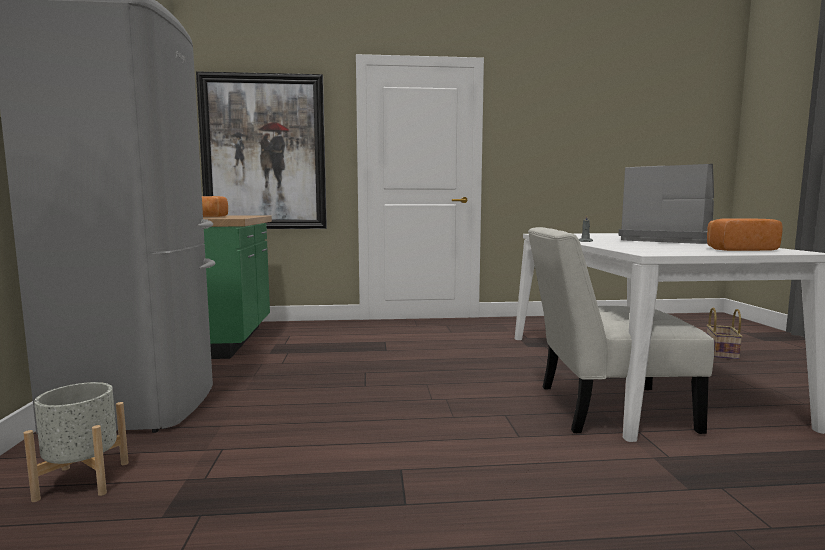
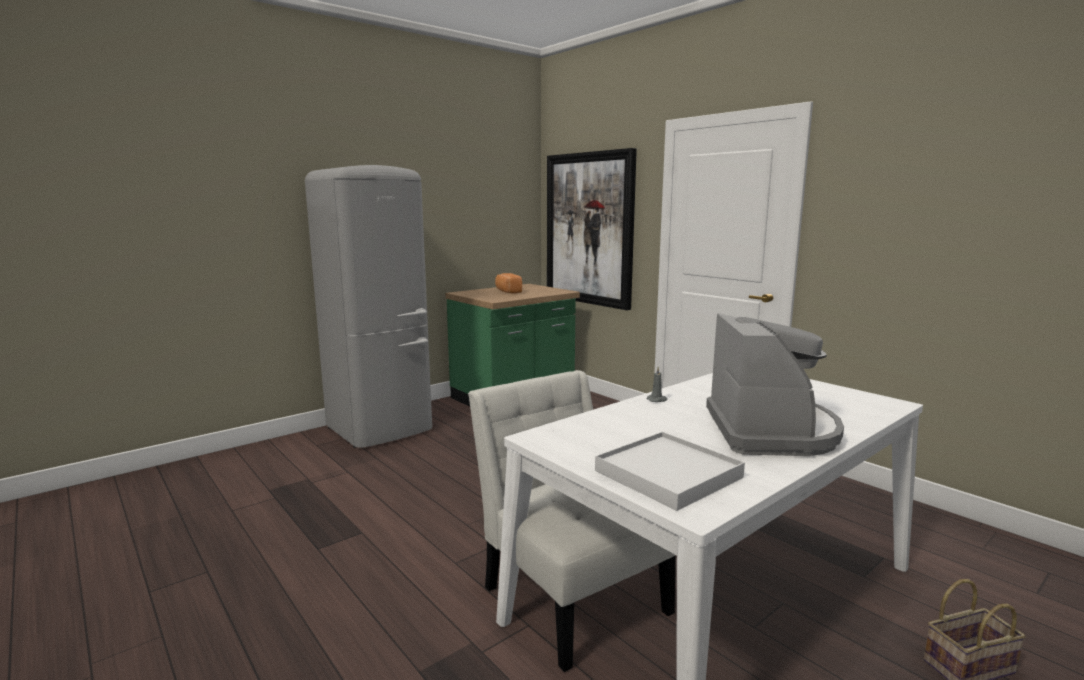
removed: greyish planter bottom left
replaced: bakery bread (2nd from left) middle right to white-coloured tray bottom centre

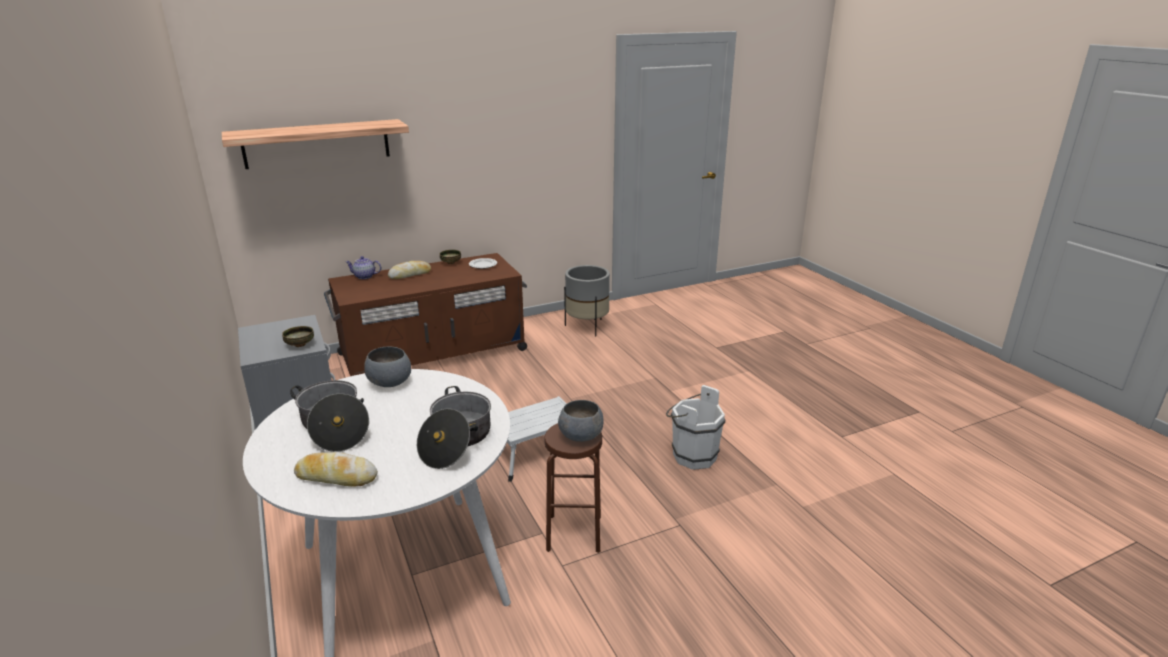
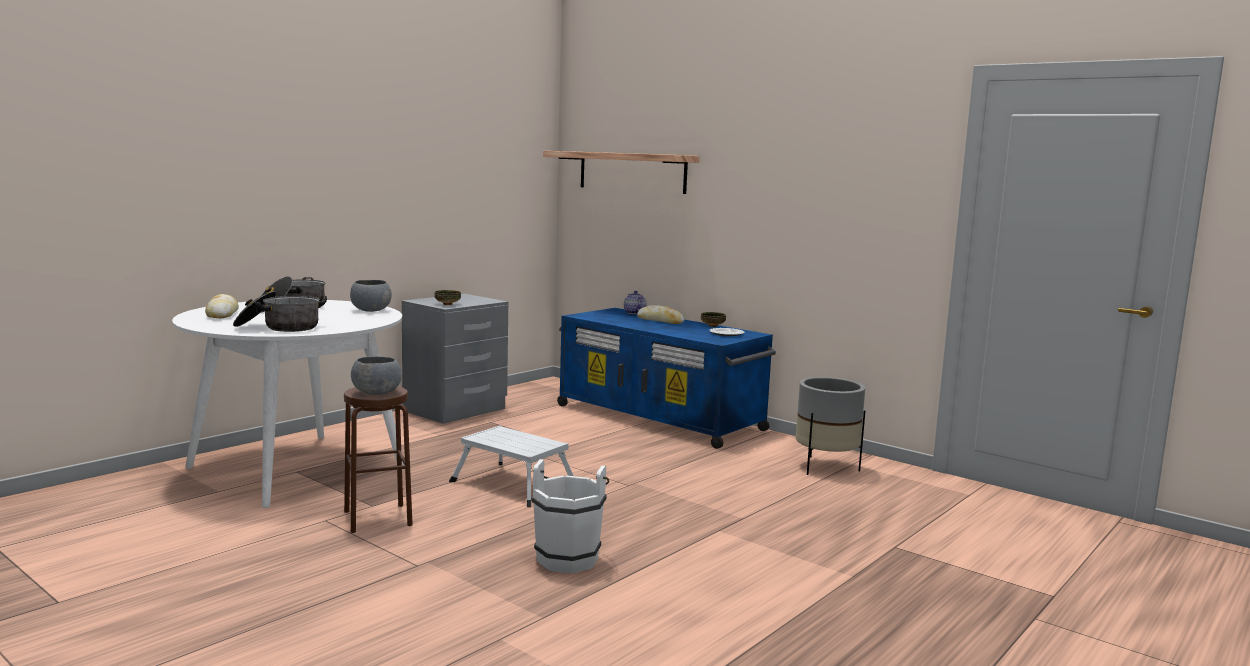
recoloured: brownish storage cabinet centre to blue-coloured storage cabinet centre

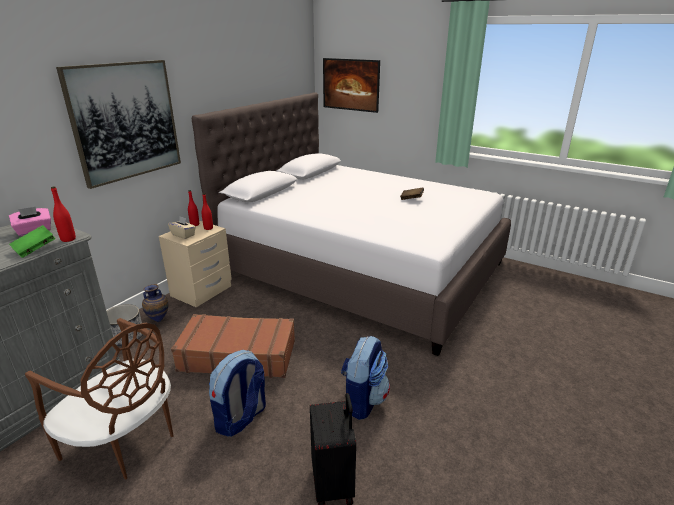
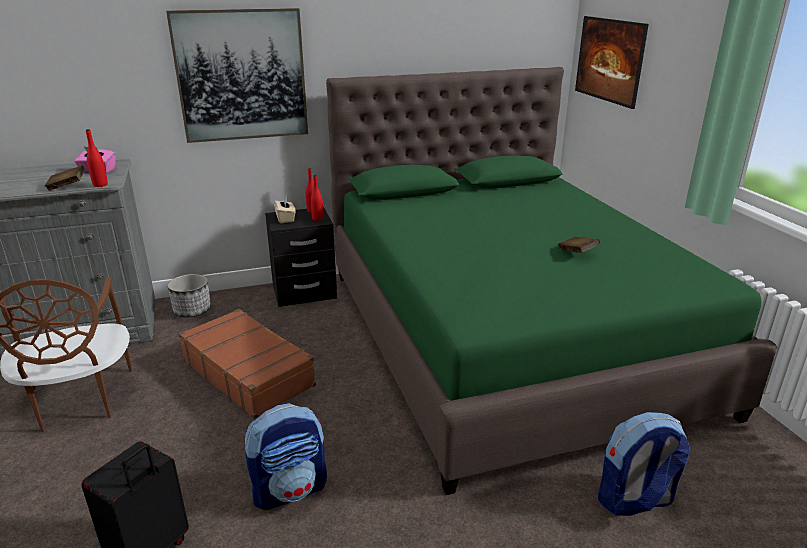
removed: flower vase middle left
moved: rucksack (1st from left in the first image) bottom centre to rucksack (2nd from left) bottom right
recoloured: green-coloured volume middle left to brownish volume (1st from left) top left; beige nightstand middle left to black-coloured nightstand centre; white-coloured bed centre to green-coloured bed middle right

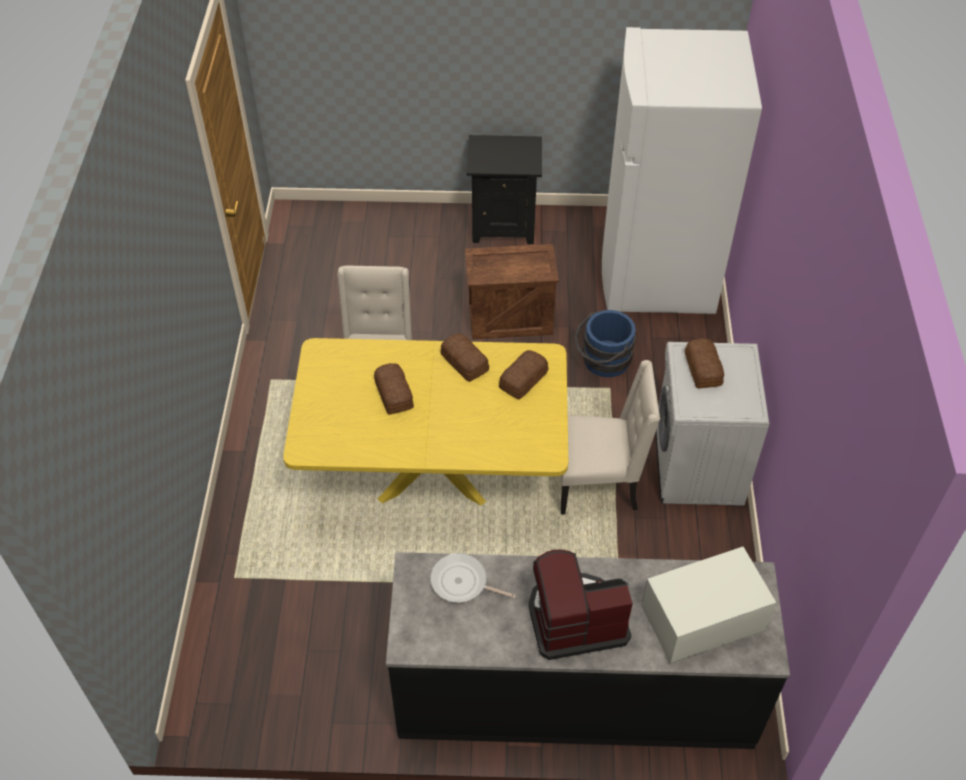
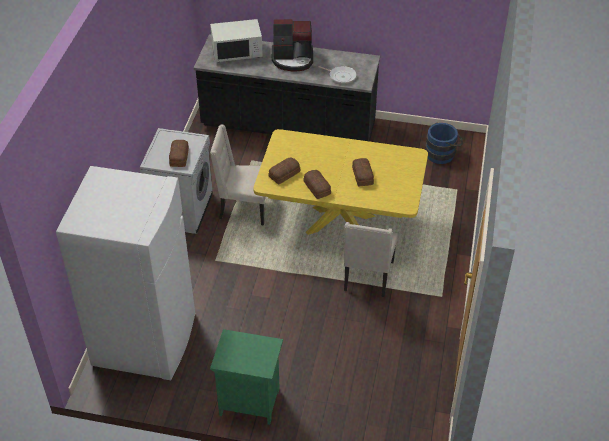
removed: packing crate centre
moved: blue-coloured water bucket centre to top right
recoloured: black-coloured nightstand top centre to green-coloured nightstand bottom centre

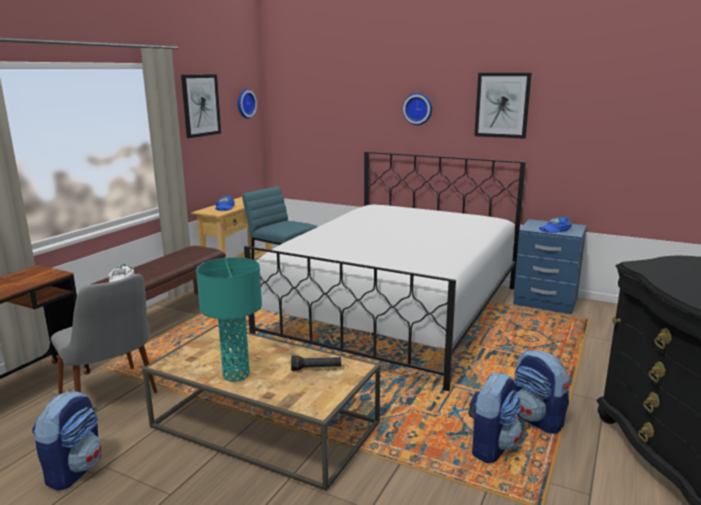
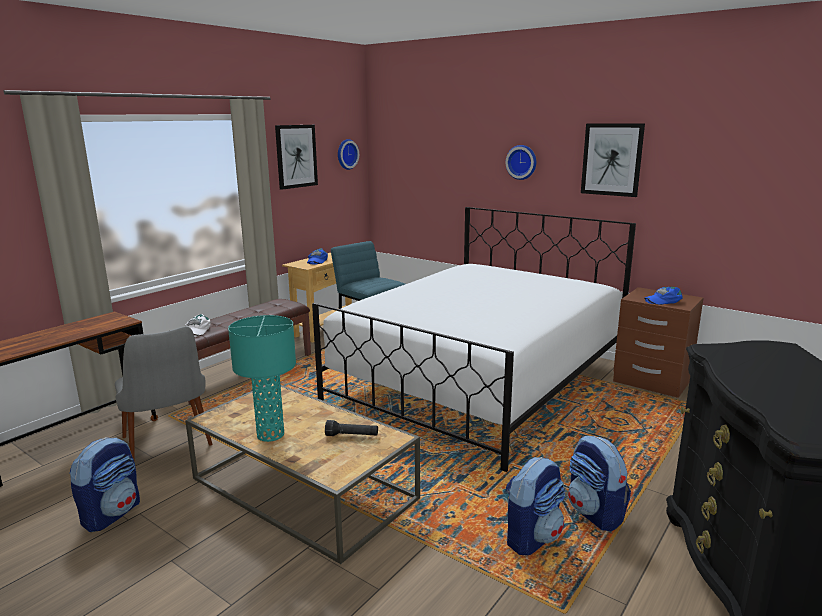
recoloured: blue-coloured nightstand middle right to brownish nightstand middle right

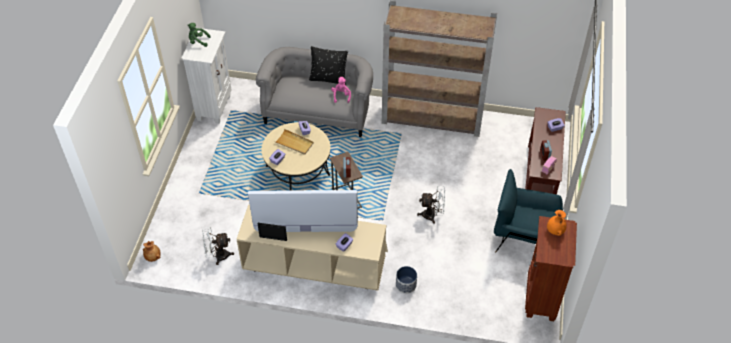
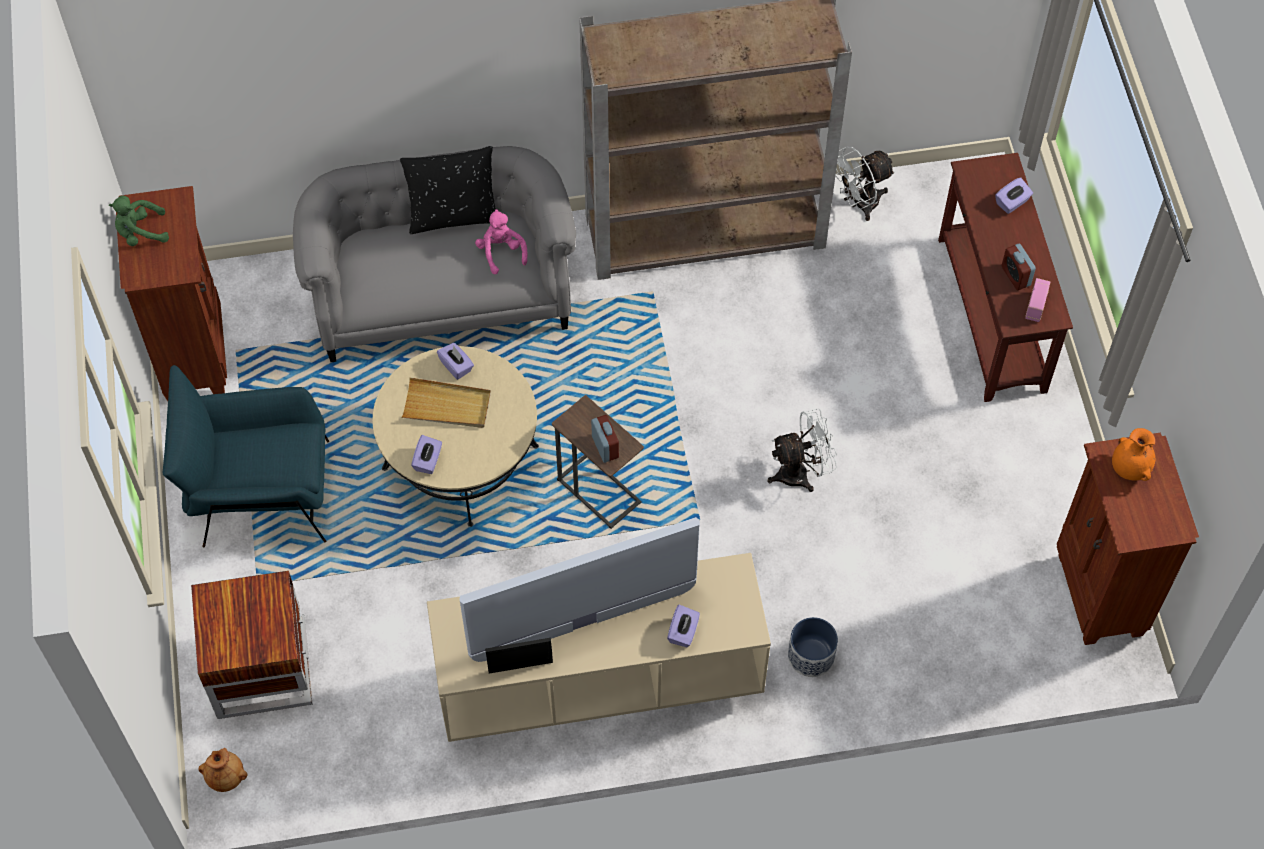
added: nightstand bottom left
moved: blue-coloured easy chair middle right to middle left; white-coloured cooling fan (1st from left in the first image) bottom left to white-coloured cooling fan (2nd from left) top right
recoloured: white-coloured storage cabinet top left to brownish storage cabinet (1st from left) middle left

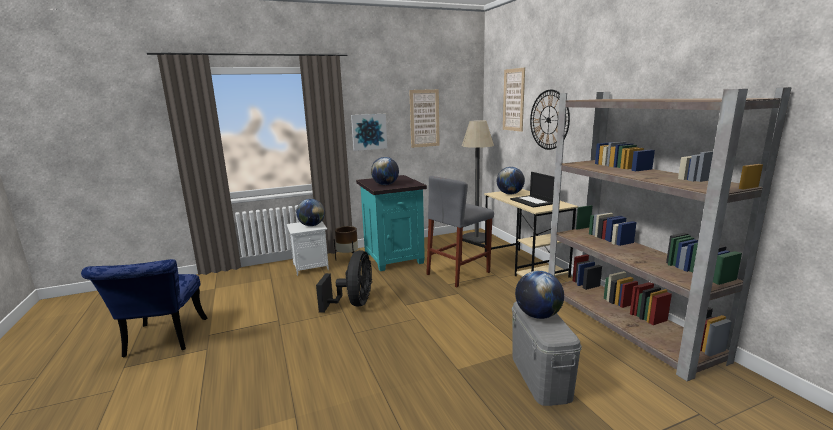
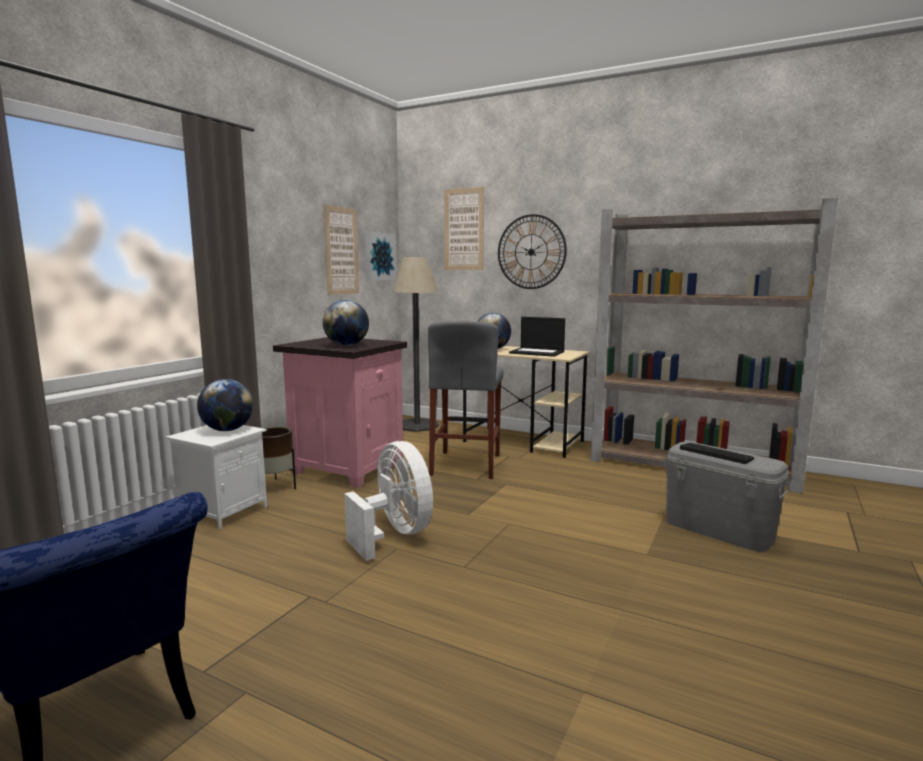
moved: wall art (1st from left in the first image) top centre to wall art (2nd from left) centre
replaced: desk globe (4th from left) bottom centre to computer keyboard middle right
recoloured: blue-green storage cabinet centre to pink-coloured storage cabinet centre; black-coloured cooling fan centre to white-coloured cooling fan centre

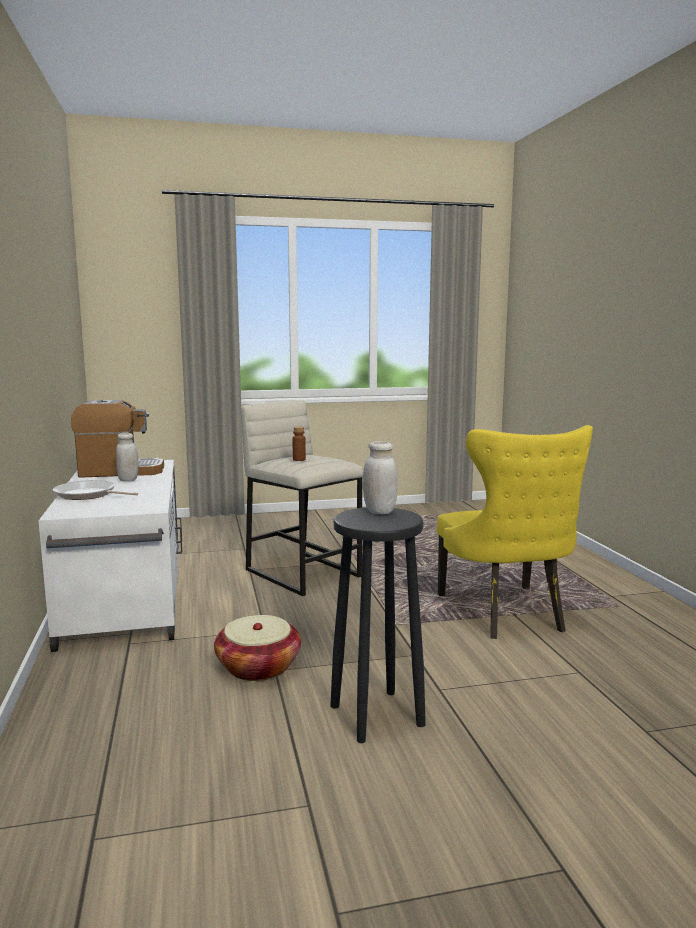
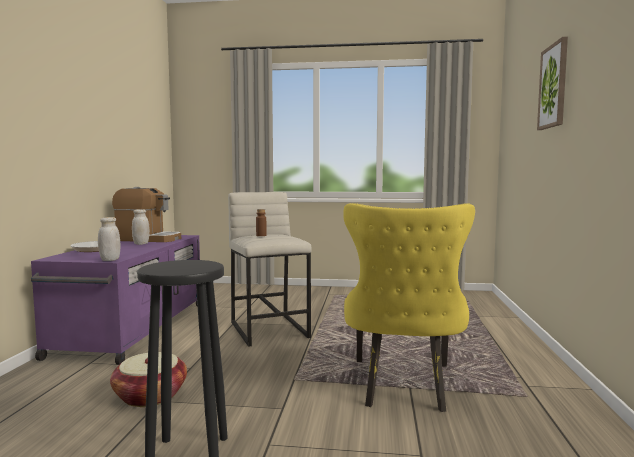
added: wall art top right
moved: white-coloured storage jar (2nd from left in the first image) centre to white-coloured storage jar (1st from left) middle left
recoloured: white-coloured storage cabinet middle left to purplish storage cabinet middle left

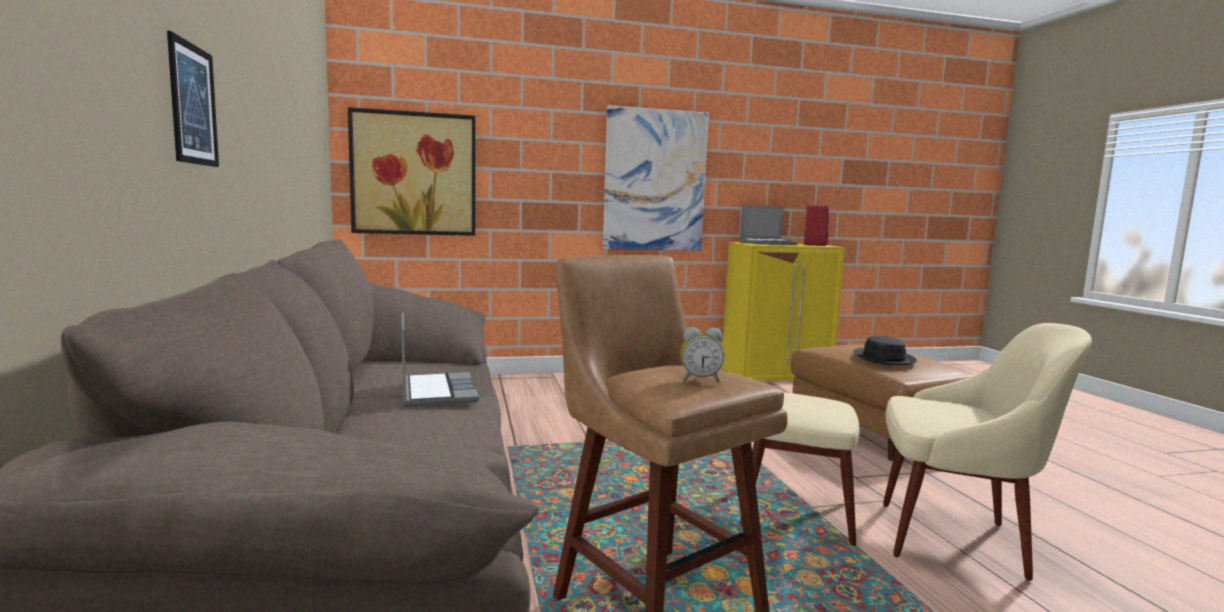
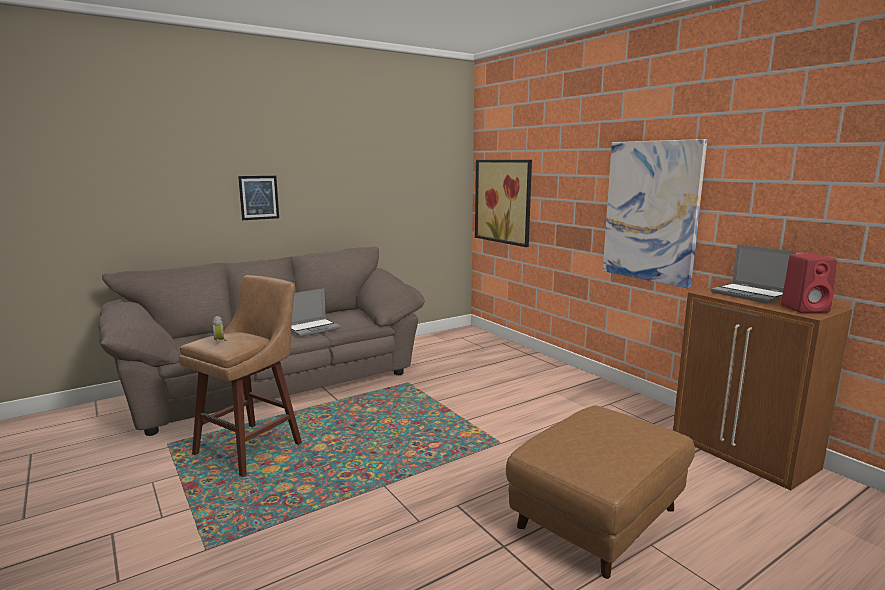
removed: beige easy chair bottom right; black-coloured hat middle right
recoloured: yellow-coloured storage cabinet centre to brownish storage cabinet middle right

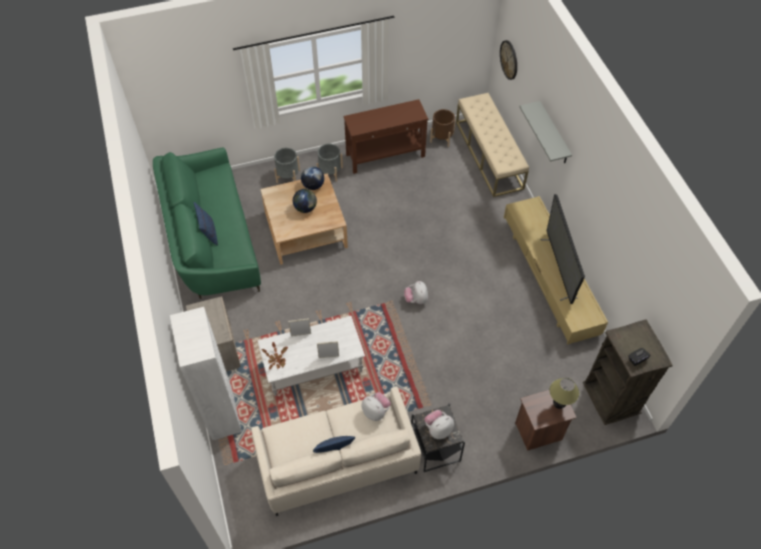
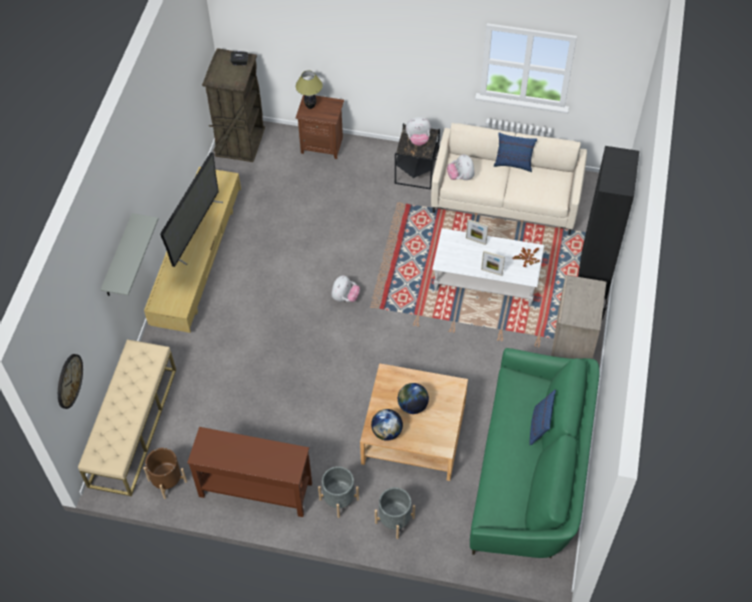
recoloured: white-coloured storage cabinet bottom left to black-coloured storage cabinet middle right

